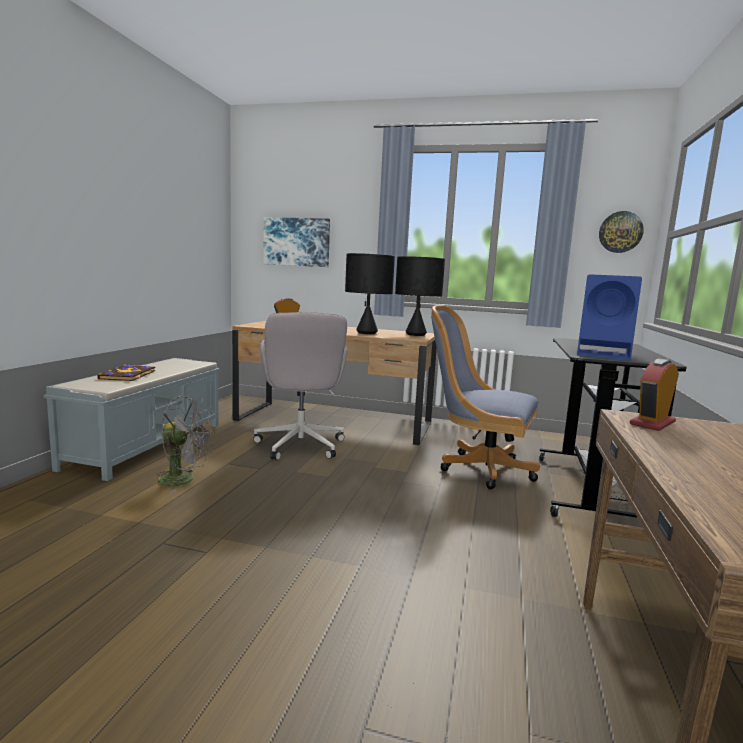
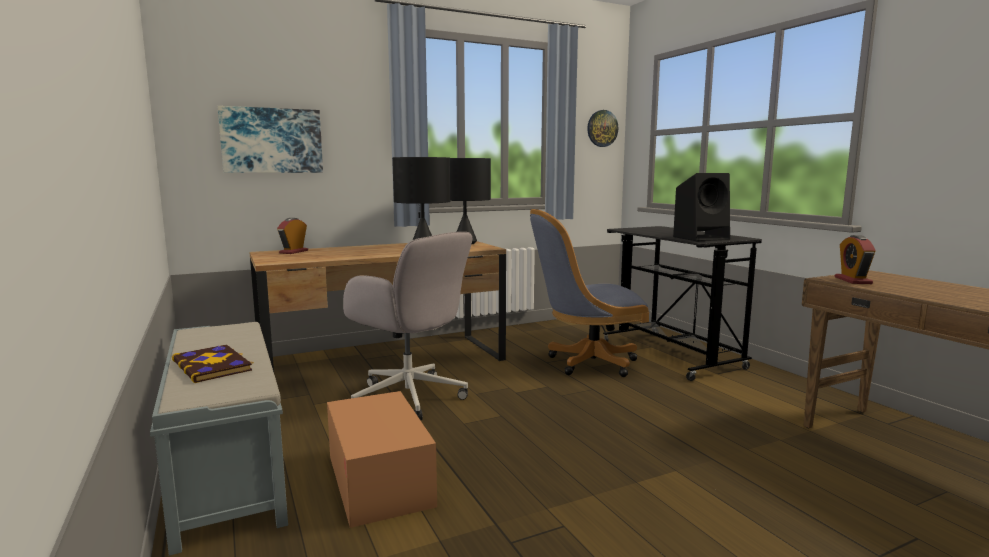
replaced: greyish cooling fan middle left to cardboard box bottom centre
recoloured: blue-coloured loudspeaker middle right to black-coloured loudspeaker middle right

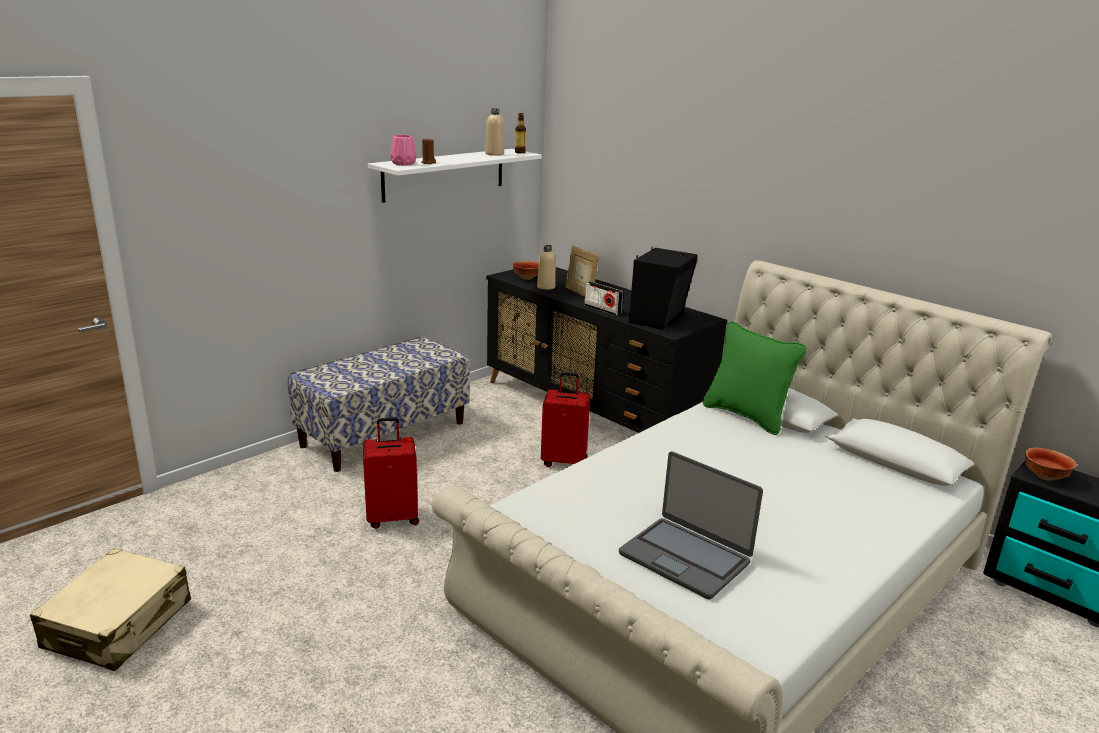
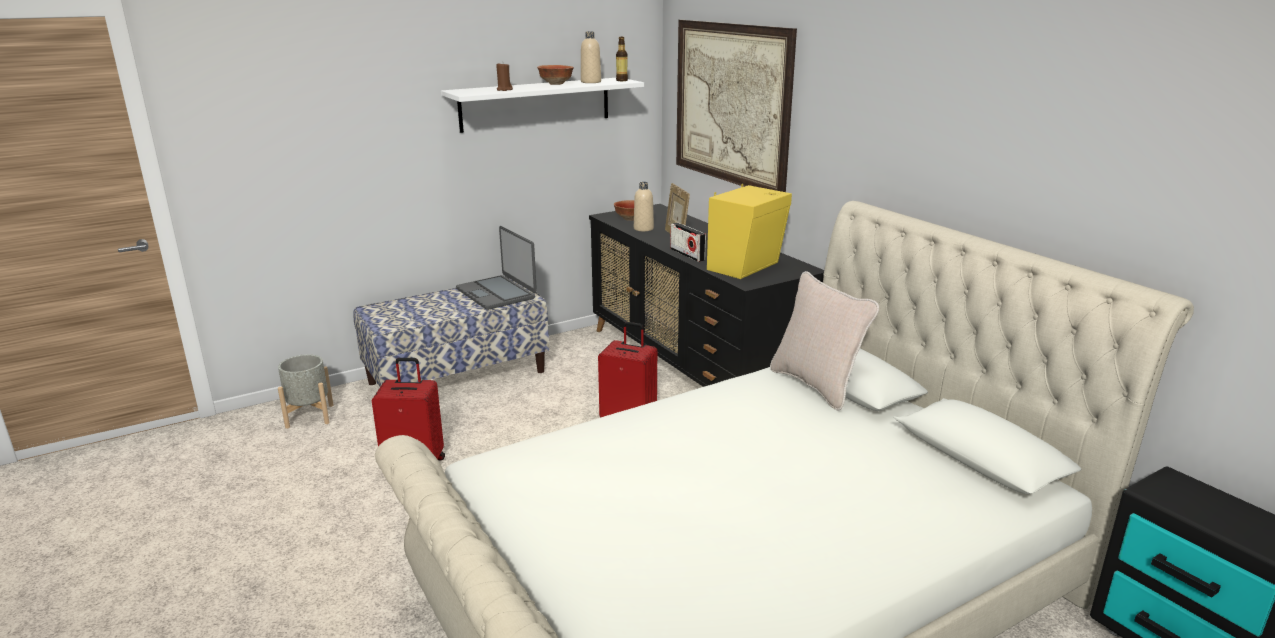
removed: beige travel case bottom left; pink-coloured flower vase top centre
added: greyish planter middle left; wall art top centre
moved: portable computer bottom centre to centre; bowl (2nd from left in the first image) middle right to bowl (1st from left) top centre
recoloured: black-coloured loudspeaker centre to yellow-coloured loudspeaker centre; green-coloured pillow middle right to beige pillow centre

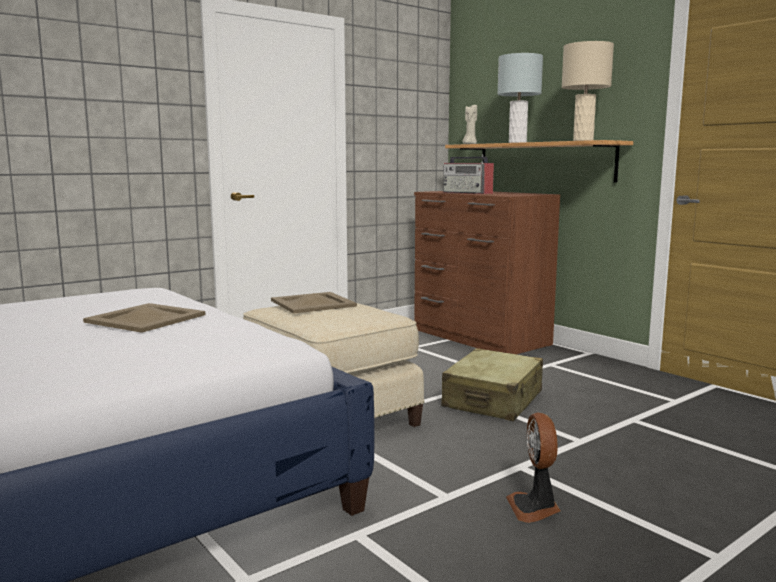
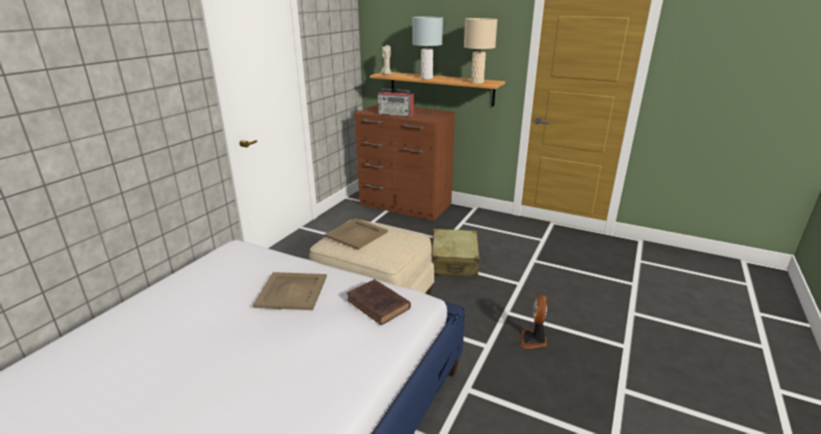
added: brownish volume bottom centre
turned: cooling fan bottom right = bottom centre 45 degrees clockwise

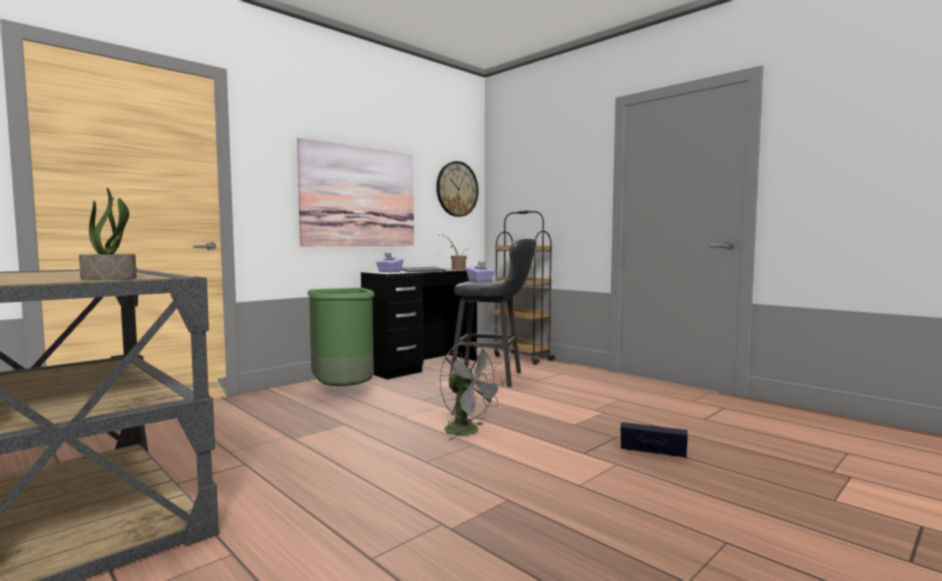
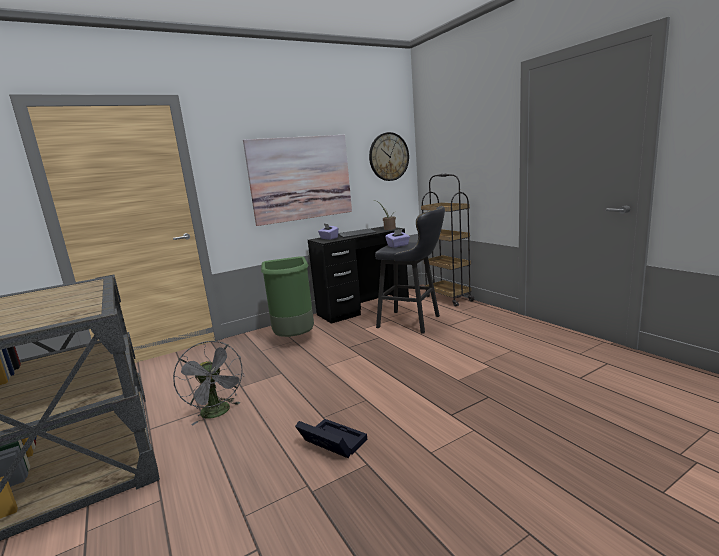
removed: houseplant (1st from left) middle left
moved: greyish cooling fan bottom centre to bottom left; black-coloured storage box bottom right to bottom centre

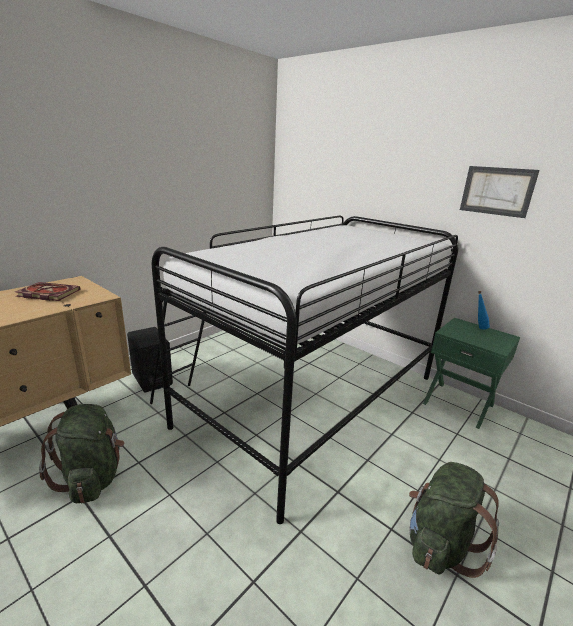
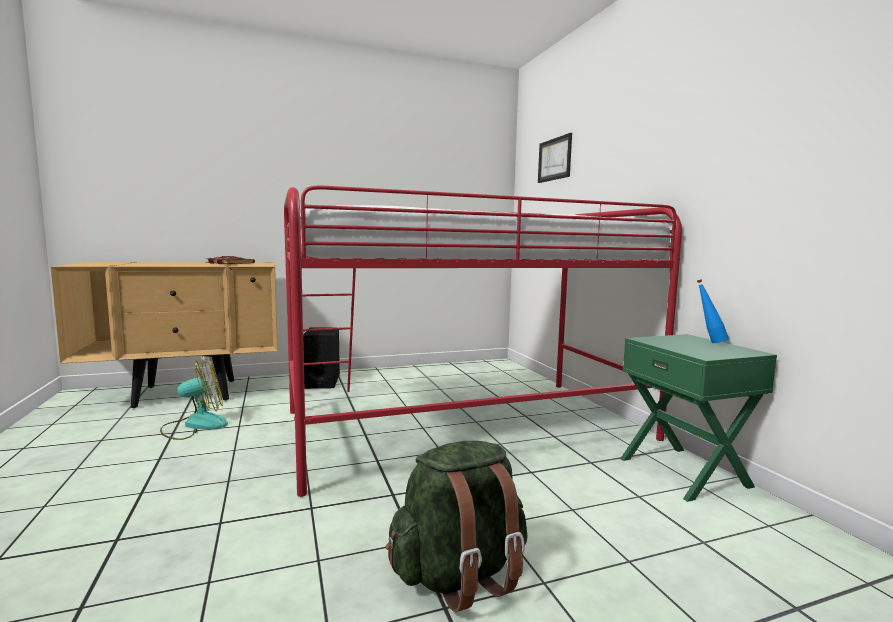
moved: wall art top right to top centre
replaced: green-coloured rucksack (1st from left) bottom left to cooling fan middle left
recoloured: black-coloured bed centre to red bed centre

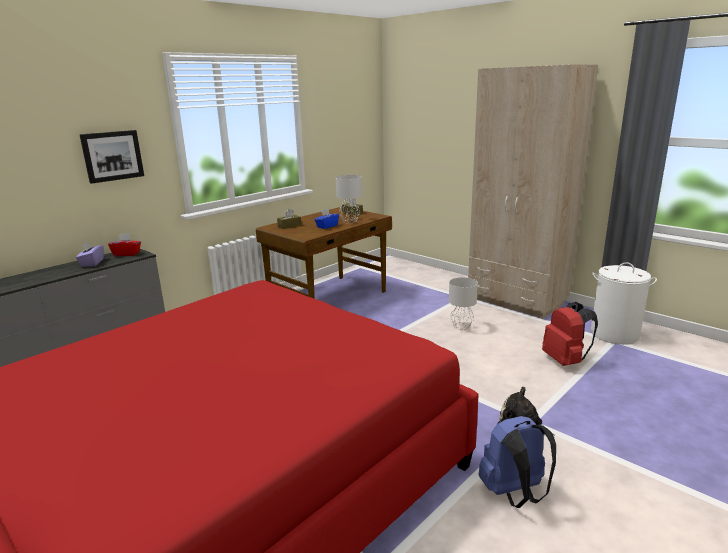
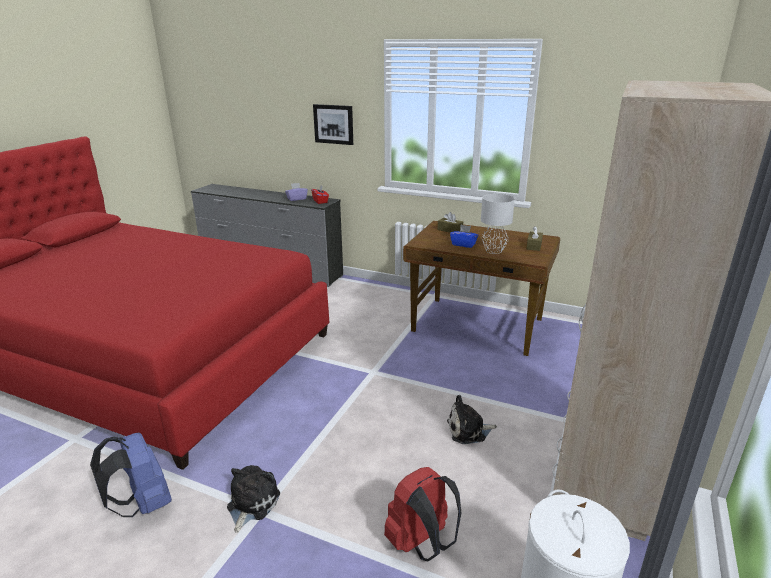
replaced: greyish lamp for a table (2nd from left) centre to soft toy (2nd from left) bottom centre

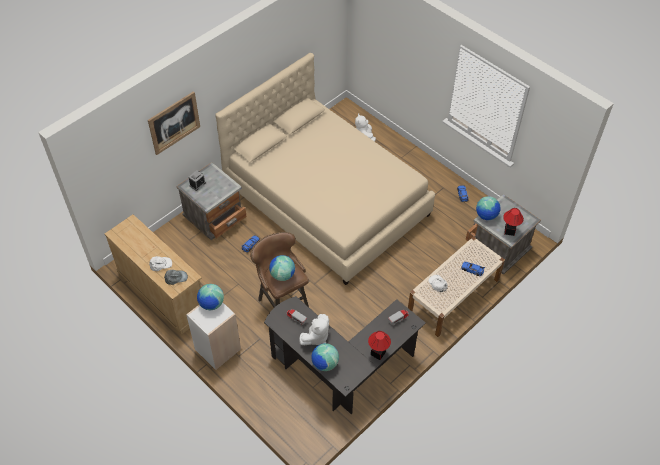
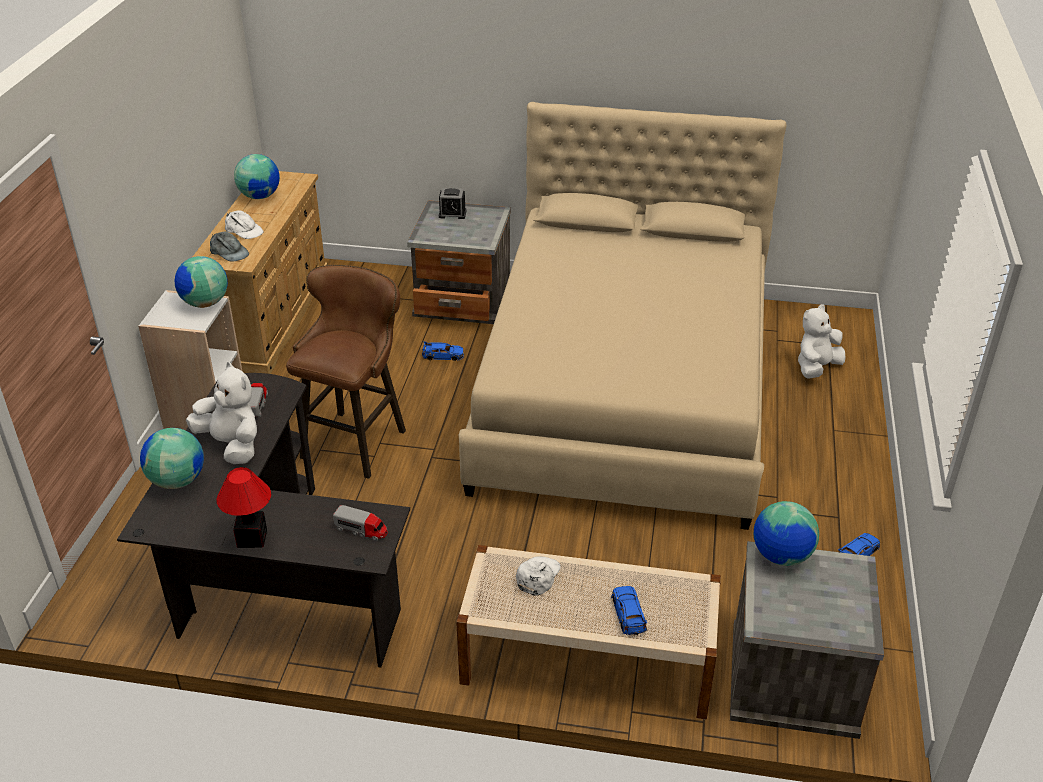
removed: wall art top left; lamp for a table (2nd from left) middle right
moved: desk globe (2nd from left in the first image) centre to desk globe (3rd from left) top left
turned: white-coloured soft toy (1st from left) bottom centre = middle left 150 degrees counterclockwise

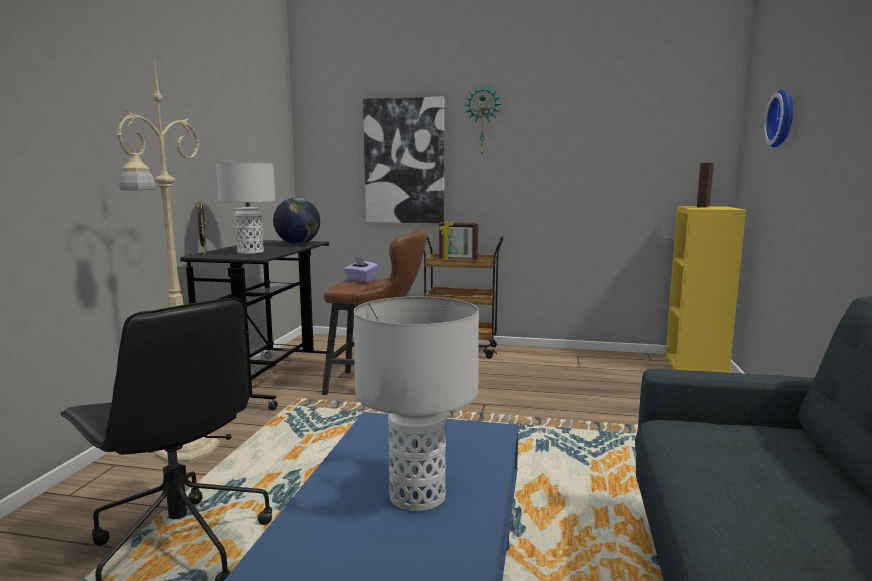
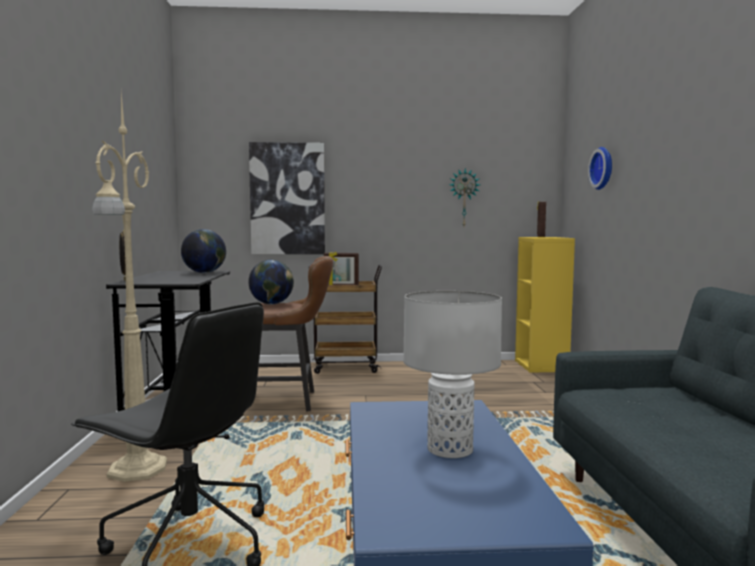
removed: white-coloured lamp for a table (1st from left) middle left
moved: hanging clock (1st from left) top centre to centre
replaced: purplish box of tissues centre to desk globe (2nd from left) centre

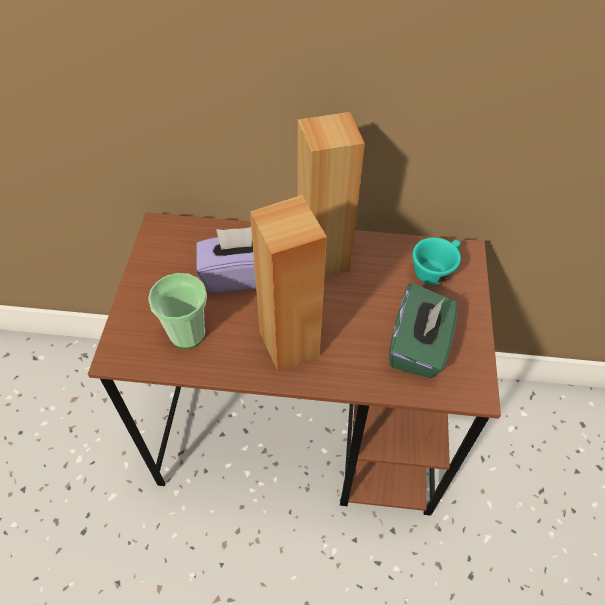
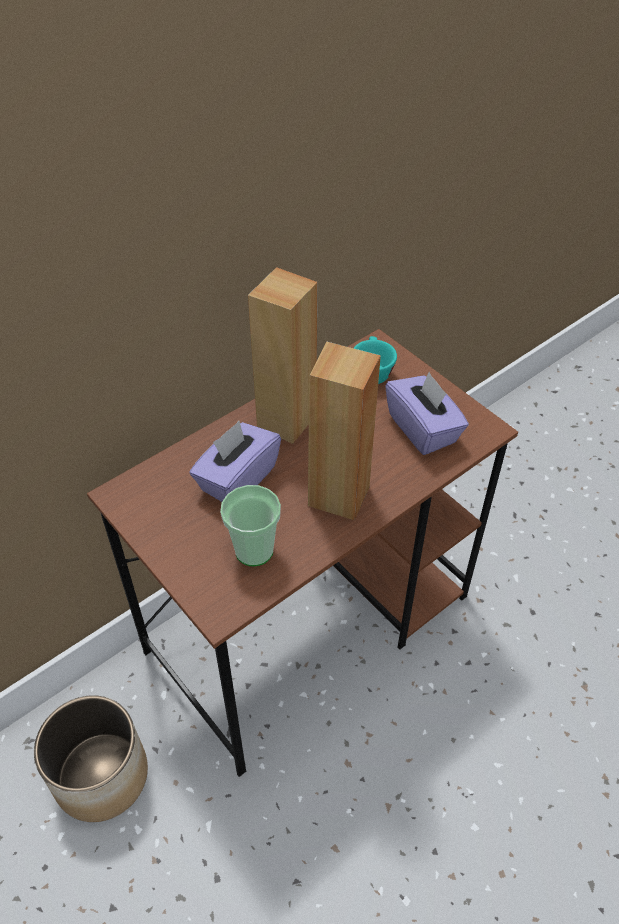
added: planter bottom left
recoloured: green-coloured box of tissues middle right to purplish box of tissues (2nd from left) middle right

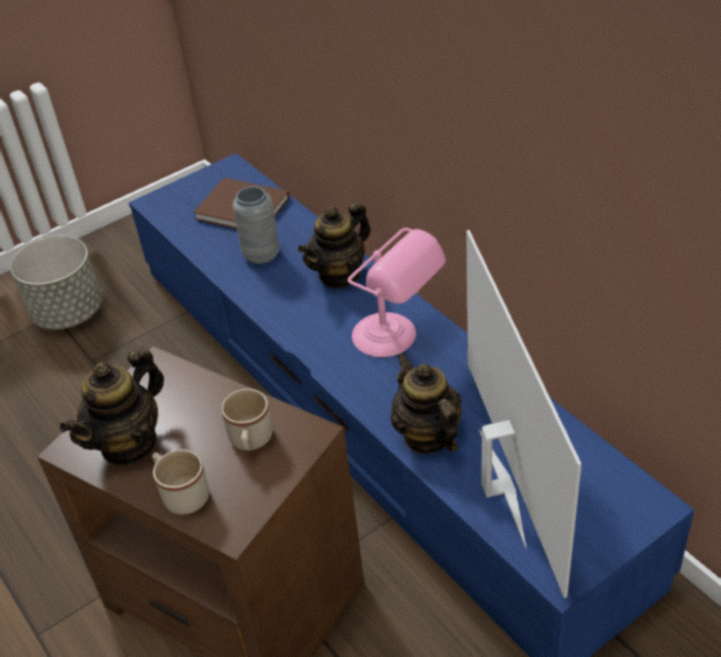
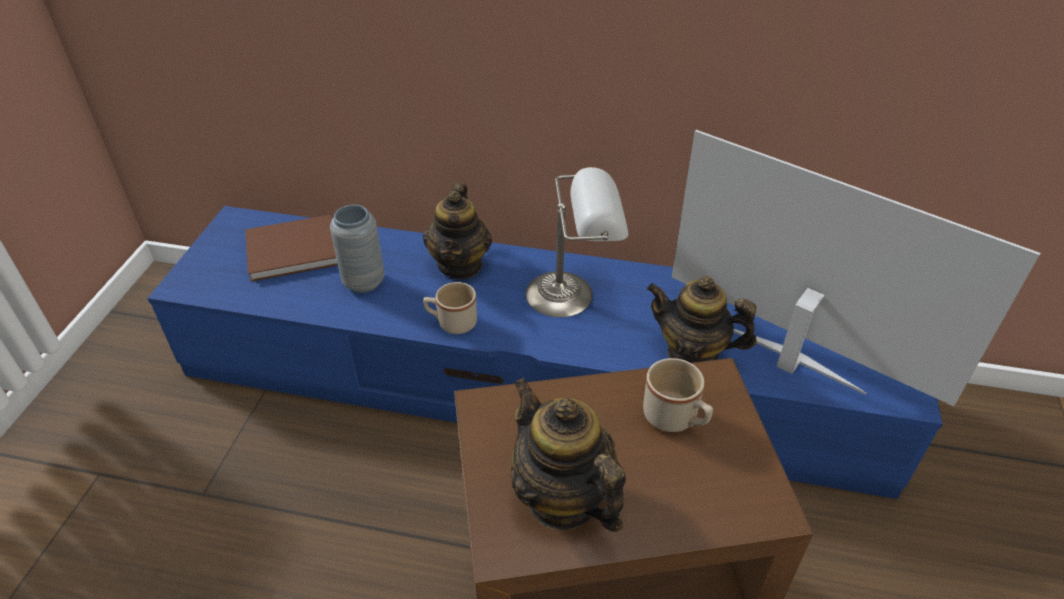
removed: greyish planter middle left
moved: beige mug (1st from left) bottom left to centre
recoloured: pink-coloured lamp for a table centre to white-coloured lamp for a table centre
turned: tea pot (1st from left in the first image) middle left = bottom centre 150 degrees clockwise

